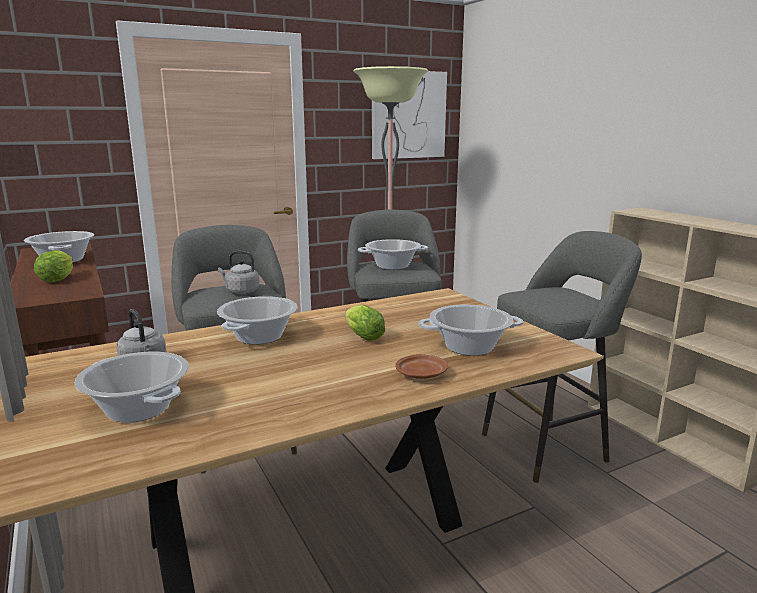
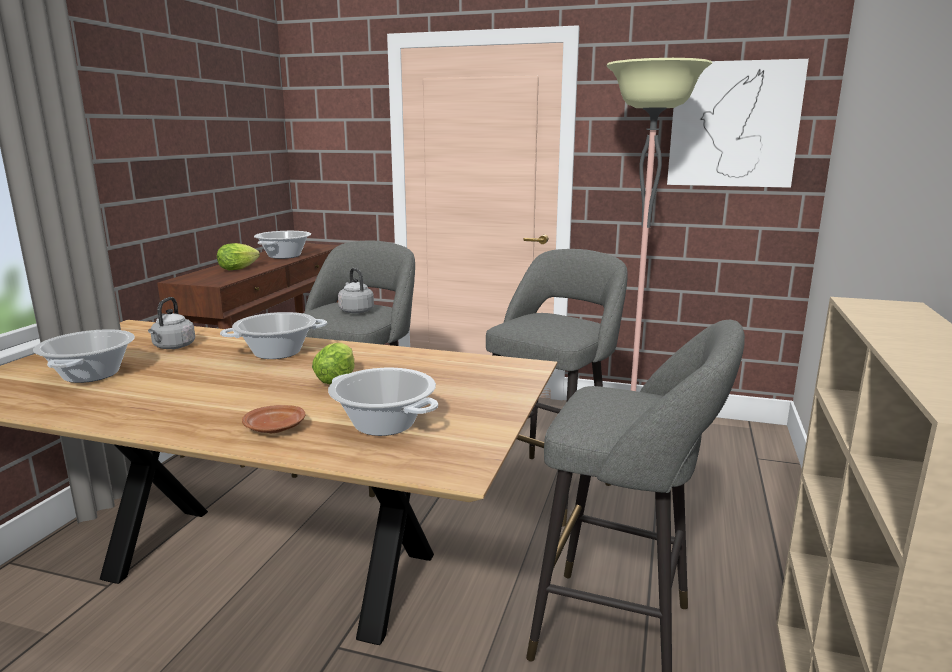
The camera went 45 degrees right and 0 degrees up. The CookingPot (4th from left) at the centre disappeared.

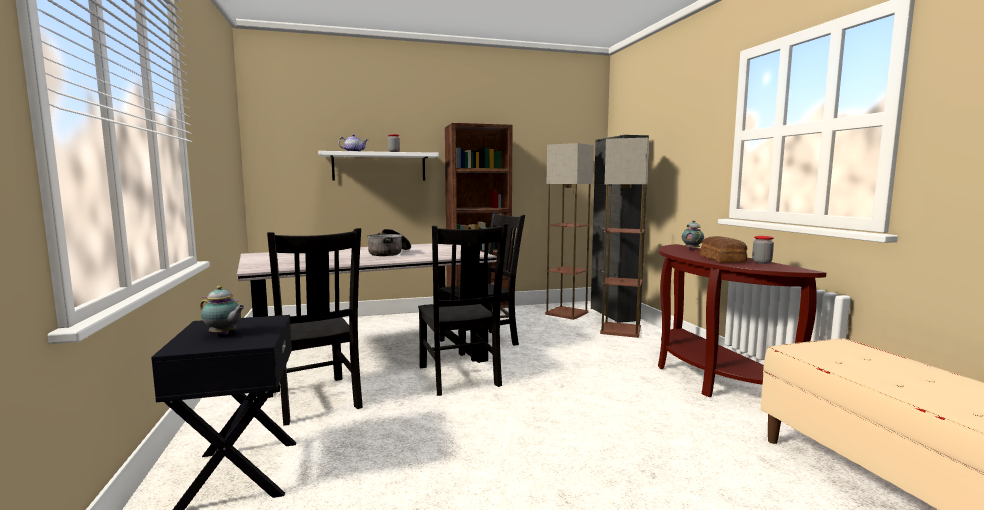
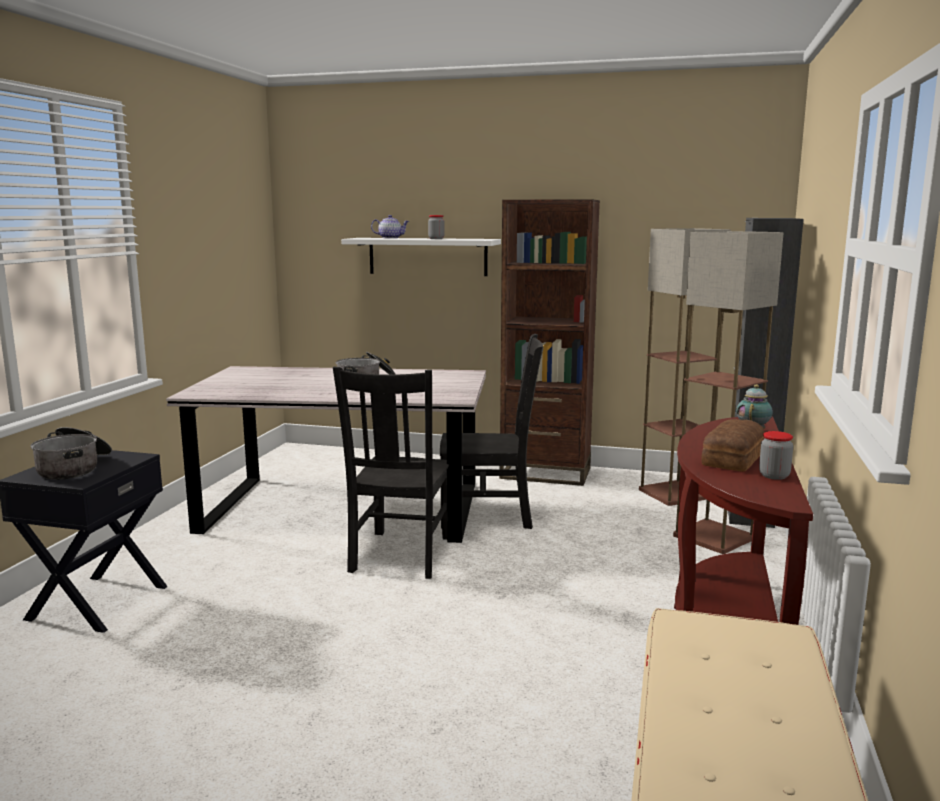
The camera went 30 degrees right and 5 degrees up. The TeaPot (1st from left) at the middle left was replaced by the CookingPot (1st from left) at the middle left. The BlackPlainChair (1st from left) at the middle left disappeared.

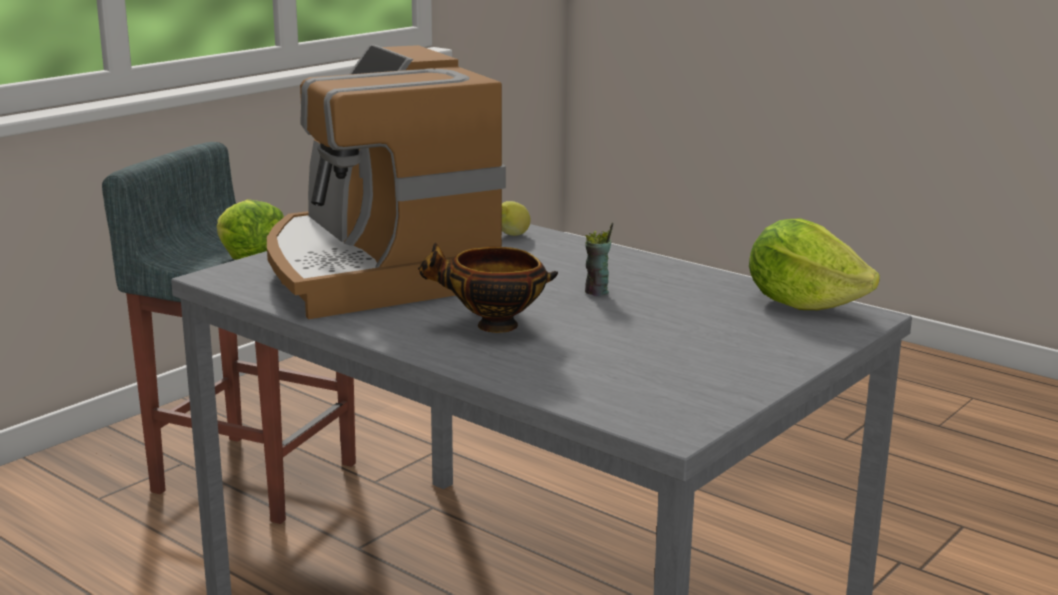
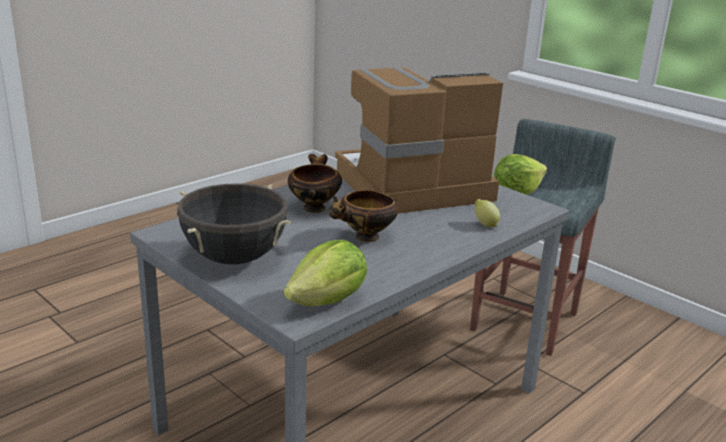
The camera went 95 degrees right and 5 degrees up. The Cup at the centre was replaced by the Bowl (2nd from left) at the centre. The BlackCookingPot at the middle left appeared.

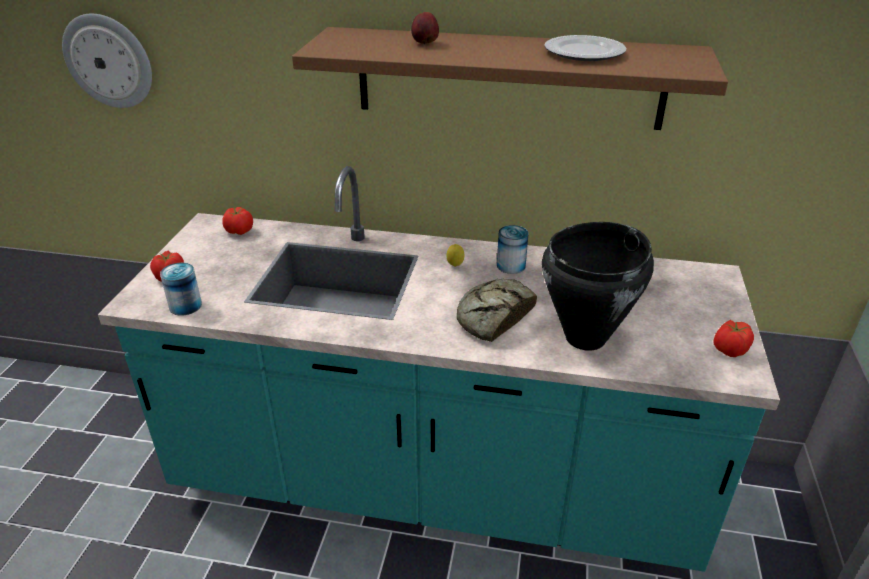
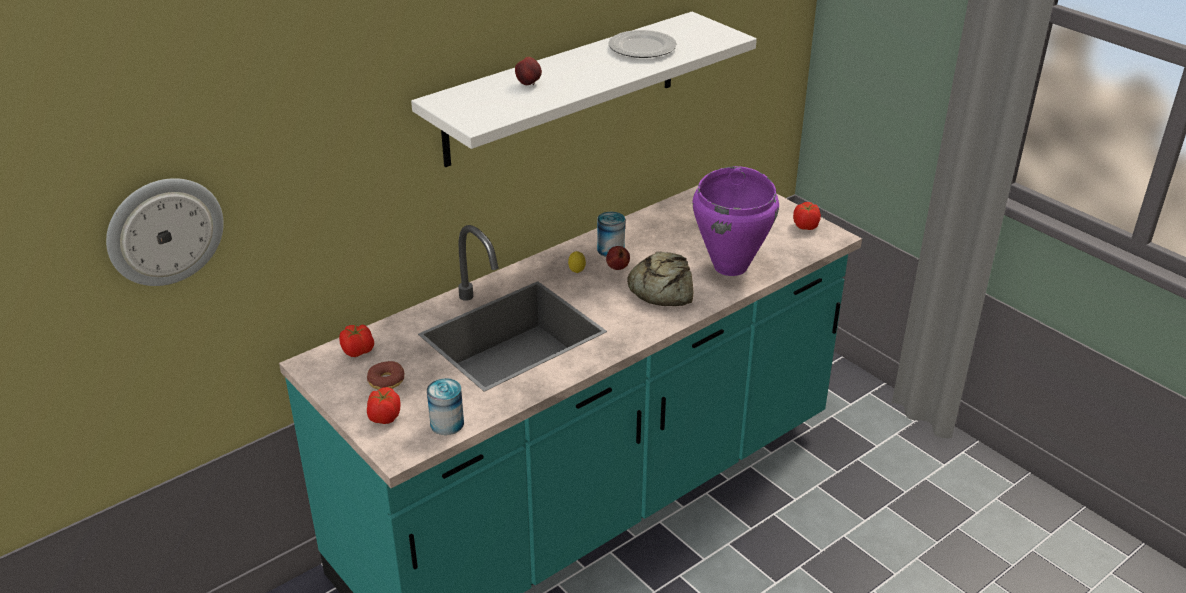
The camera went 50 degrees left and 0 degrees up. The BrownBracketShelf at the top centre became the WhiteColouredBracketShelf at the top centre. The BlackCookingPot at the middle right became the PurpleColouredCookingPot at the centre. The Doughnut at the middle left appeared. The WholeApple (2nd from left) at the centre appeared.

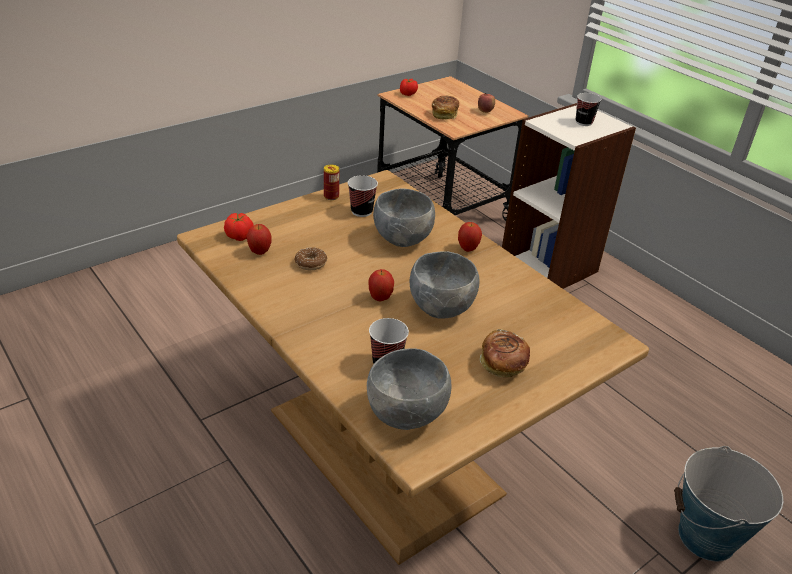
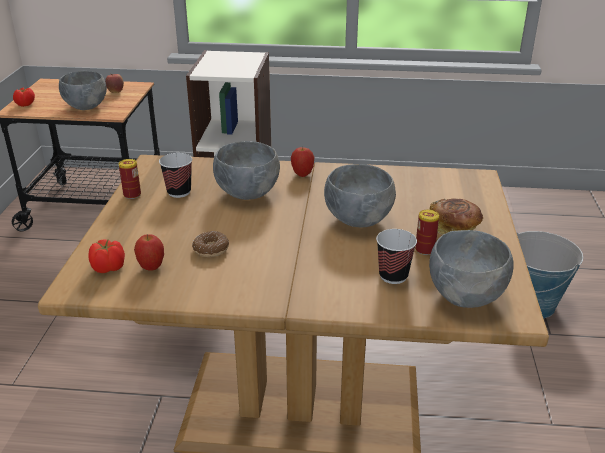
The camera went 45 degrees left and 5 degrees down. The WholeApple (2nd from left) at the centre disappeared. The BakedBread (1st from left) at the top centre was replaced by the GreyBowl (1st from left) at the top left. The Cup (3rd from left) at the top right disappeared. The MetalCan (2nd from left) at the middle right appeared.

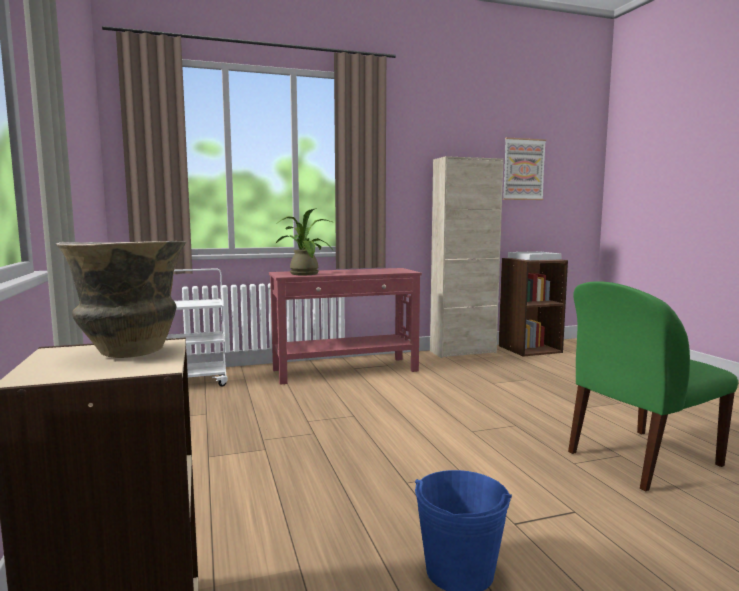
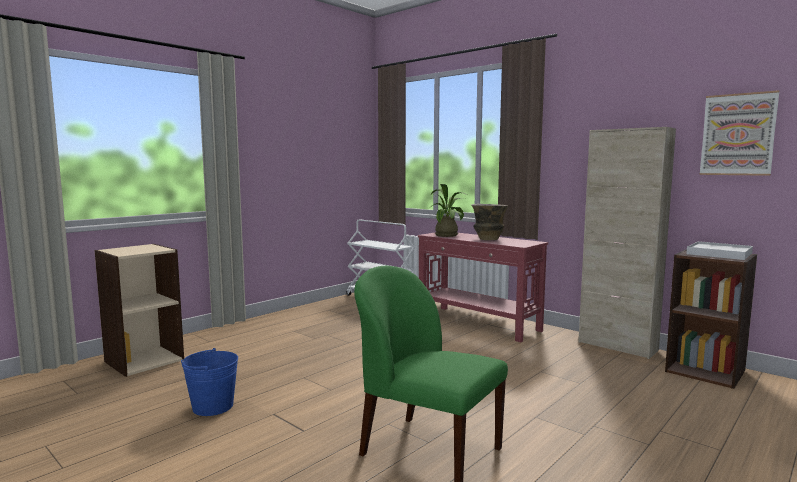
The camera went 60 degrees right and 0 degrees up. The DecorativeVase moved from the middle left to the centre.

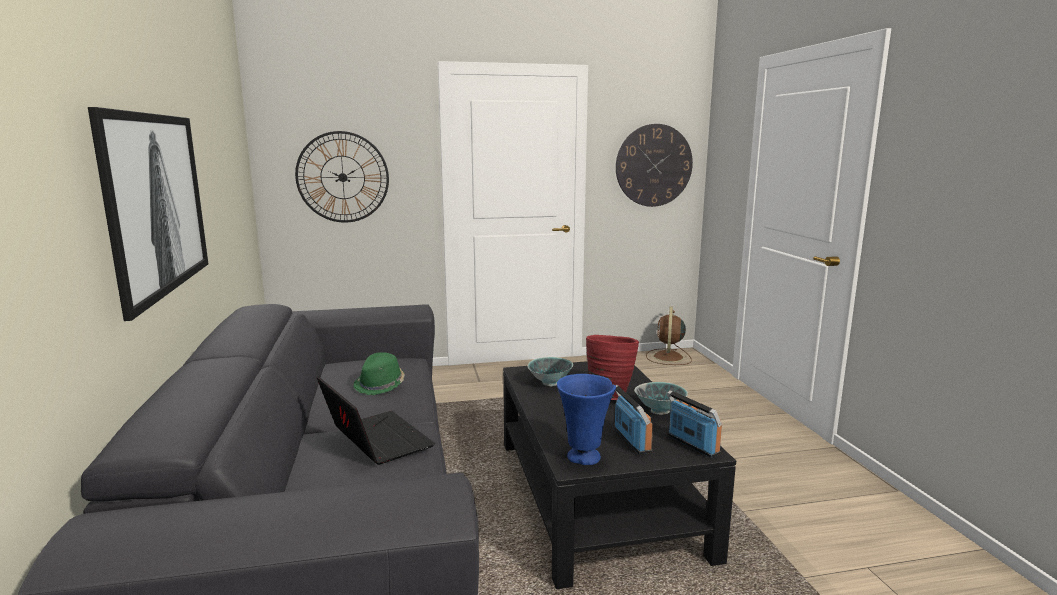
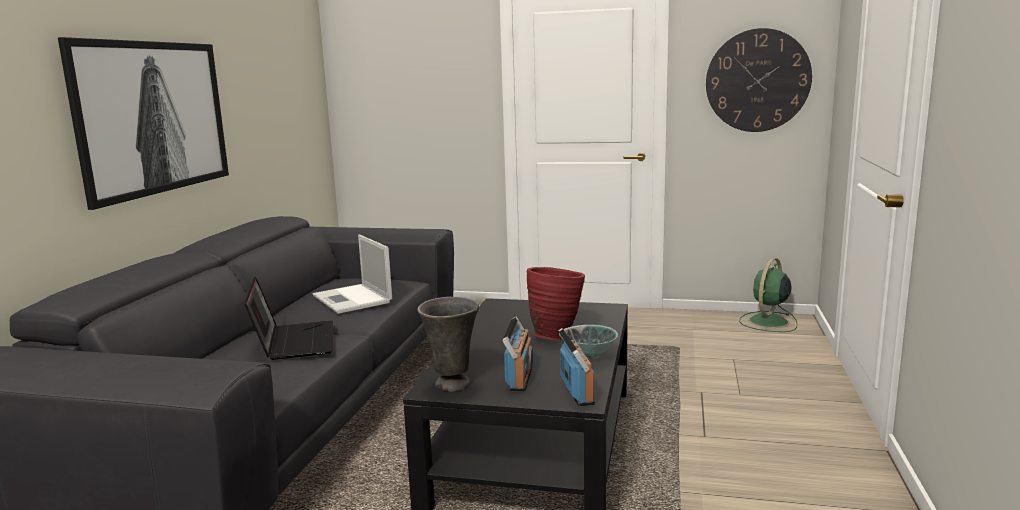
The camera went 25 degrees right and 0 degrees up. The HangingClock (1st from left) at the top left disappeared. The GreenColouredHat at the centre was replaced by the Laptop (2nd from left) at the centre. The Bowl (1st from left) at the centre disappeared. The BlueColouredDecorativeVase at the bottom centre became the GreyDecorativeVase at the bottom centre. The BrownCoolingFan at the centre became the GreenColouredCoolingFan at the middle right.

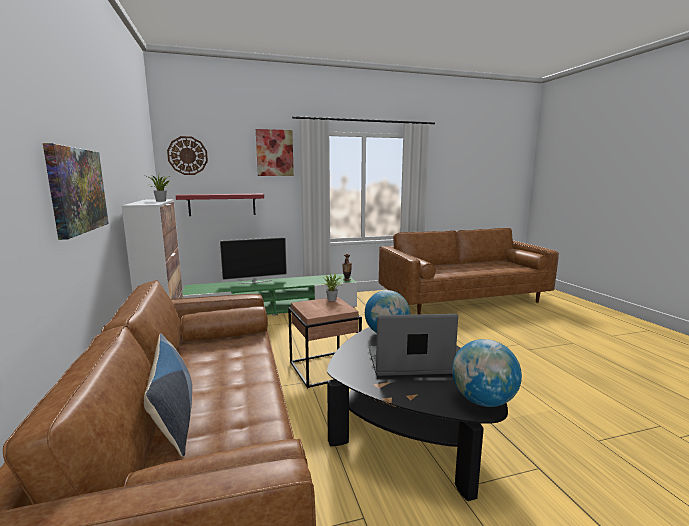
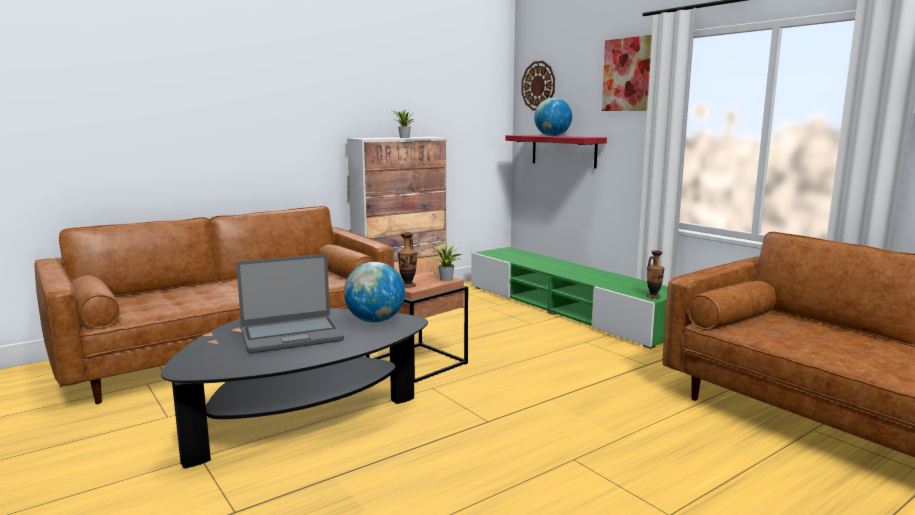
The camera went 70 degrees right and 0 degrees up. The WallPicture (1st from left) at the middle left disappeared. The Pillow at the bottom left disappeared. The TvSet at the centre disappeared. The Laptop at the centre turned 90 degrees clockwise. The WorldGlobe (2nd from left) moved from the bottom right to the top centre. The DecorativeVase (1st from left) at the centre appeared.

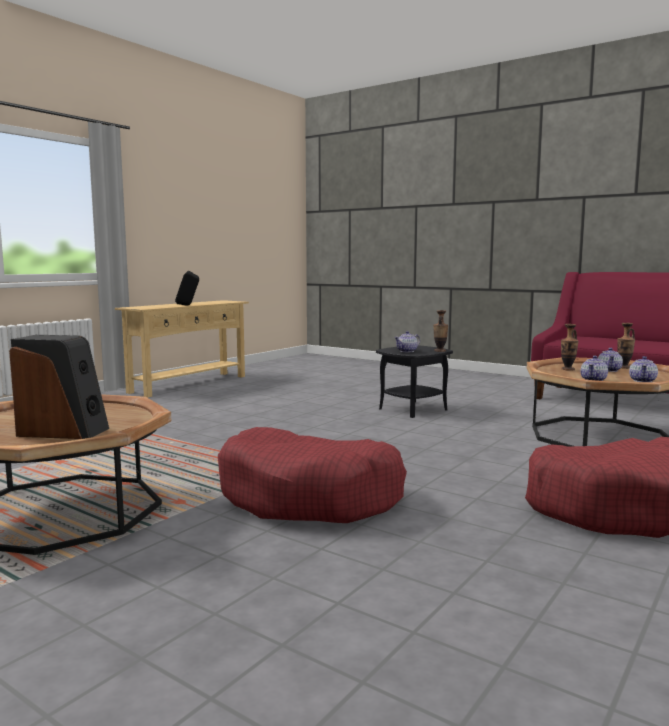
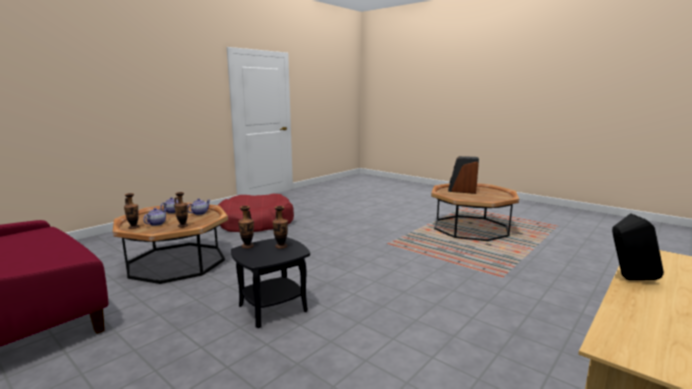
The camera went 175 degrees left and 5 degrees up. The RedDogBed (1st from left) at the centre disappeared. The TeaPot (1st from left) at the centre was replaced by the DecorativeVase (4th from left) at the centre.

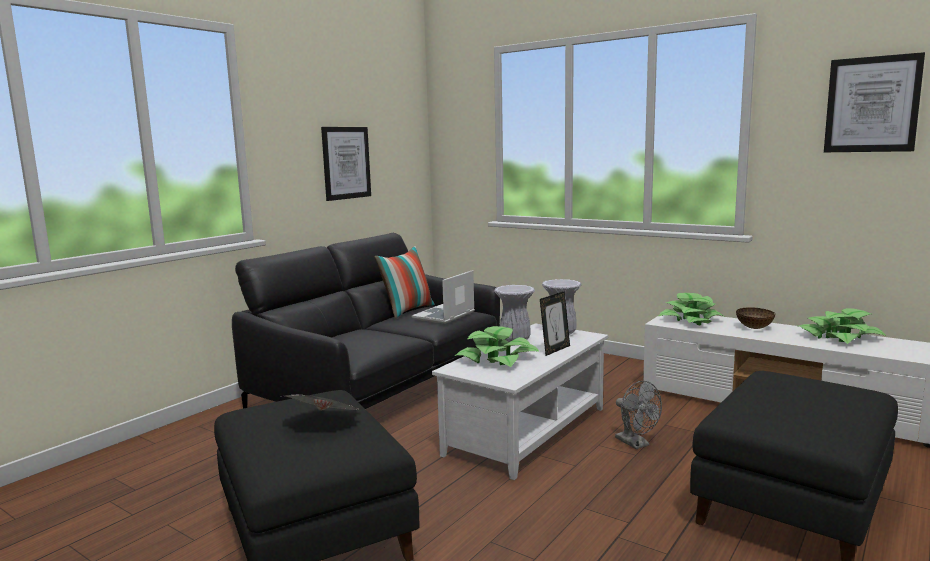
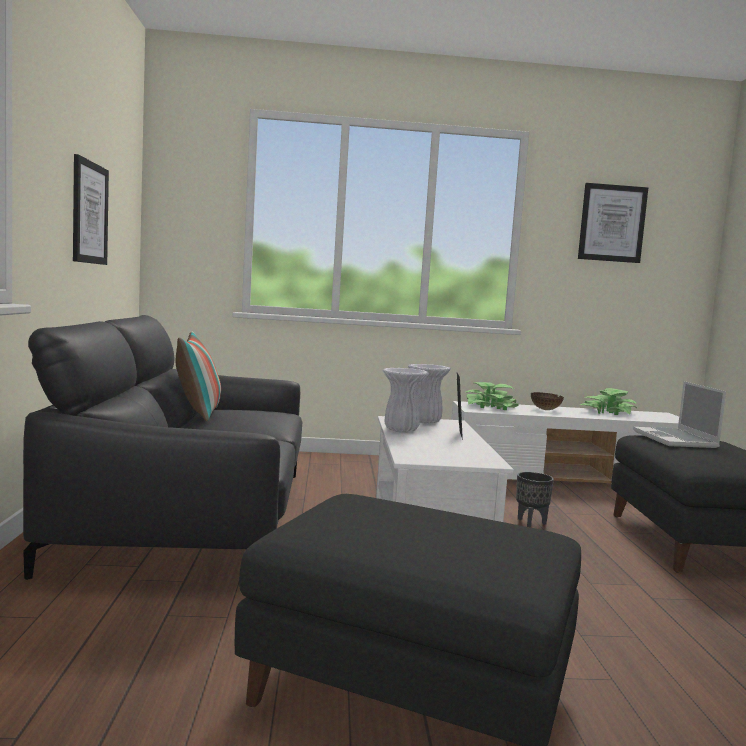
The camera went 40 degrees left and 5 degrees down. The Newspaper at the bottom centre disappeared. The Laptop moved from the centre to the middle right. The PottedPlant (1st from left) at the centre disappeared. The GreyCoolingFan at the bottom right was replaced by the BlackPlanter at the bottom right.

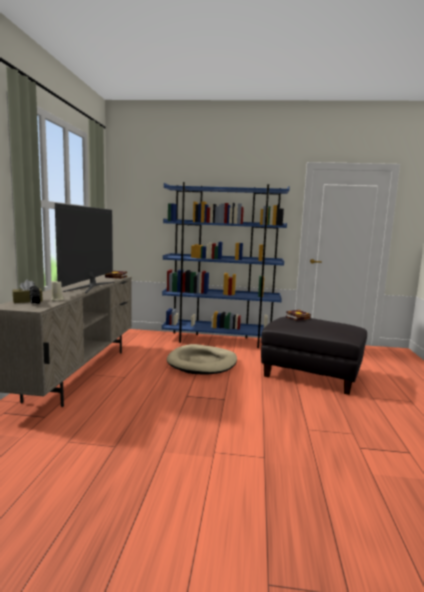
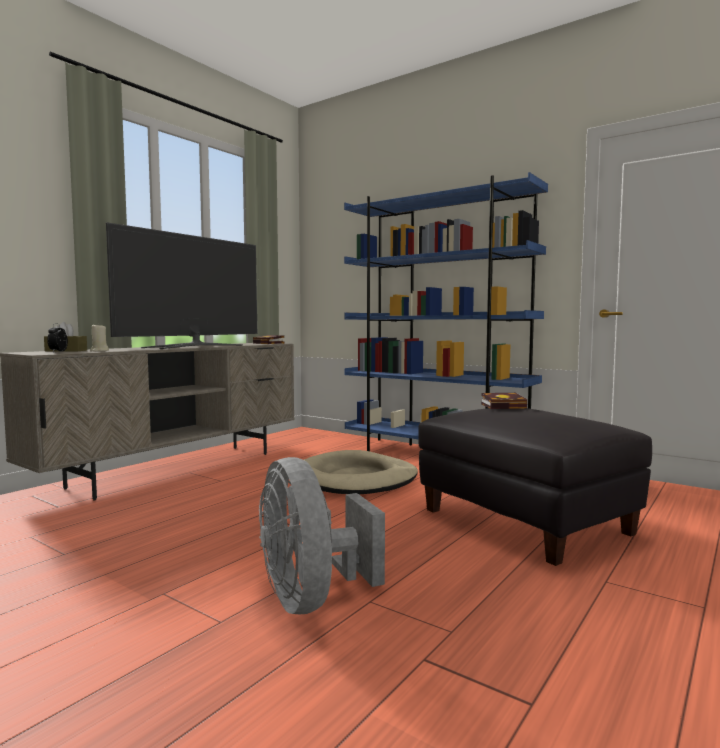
The camera went 30 degrees right and 5 degrees down. The GreyCoolingFan at the bottom centre appeared.

